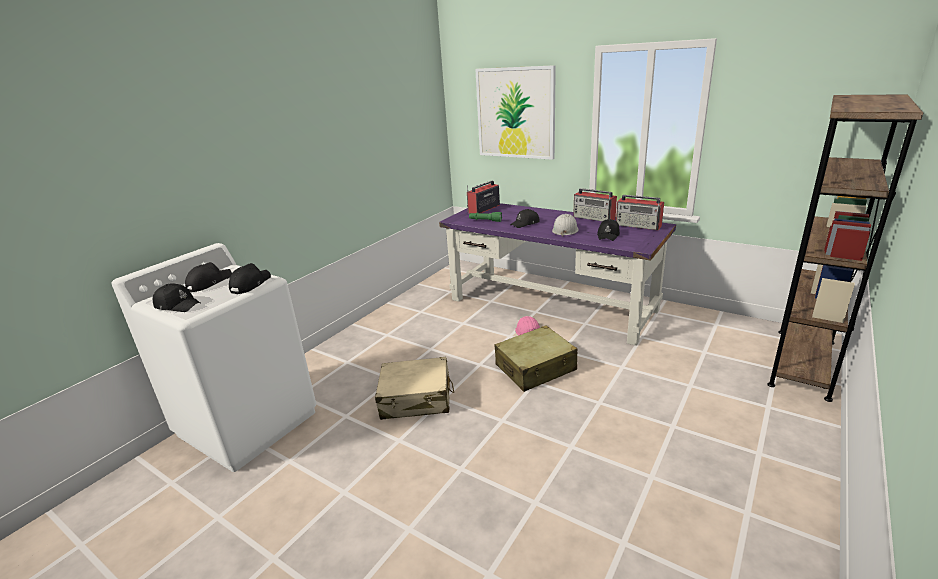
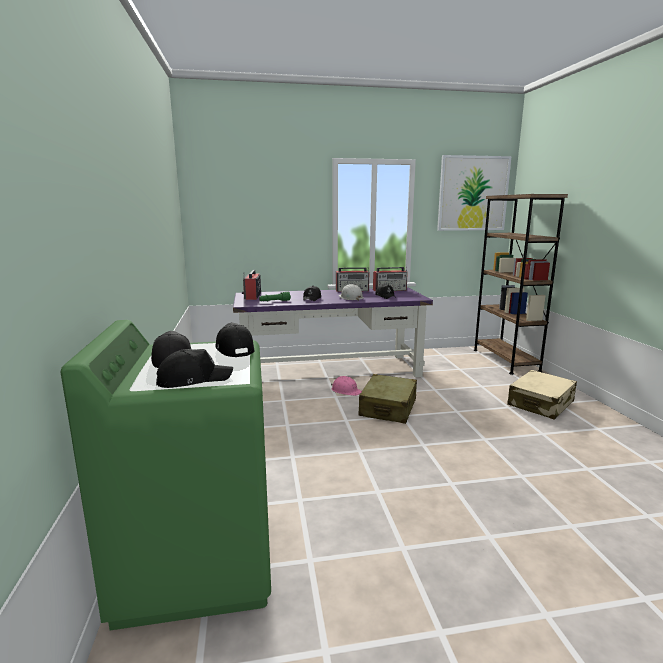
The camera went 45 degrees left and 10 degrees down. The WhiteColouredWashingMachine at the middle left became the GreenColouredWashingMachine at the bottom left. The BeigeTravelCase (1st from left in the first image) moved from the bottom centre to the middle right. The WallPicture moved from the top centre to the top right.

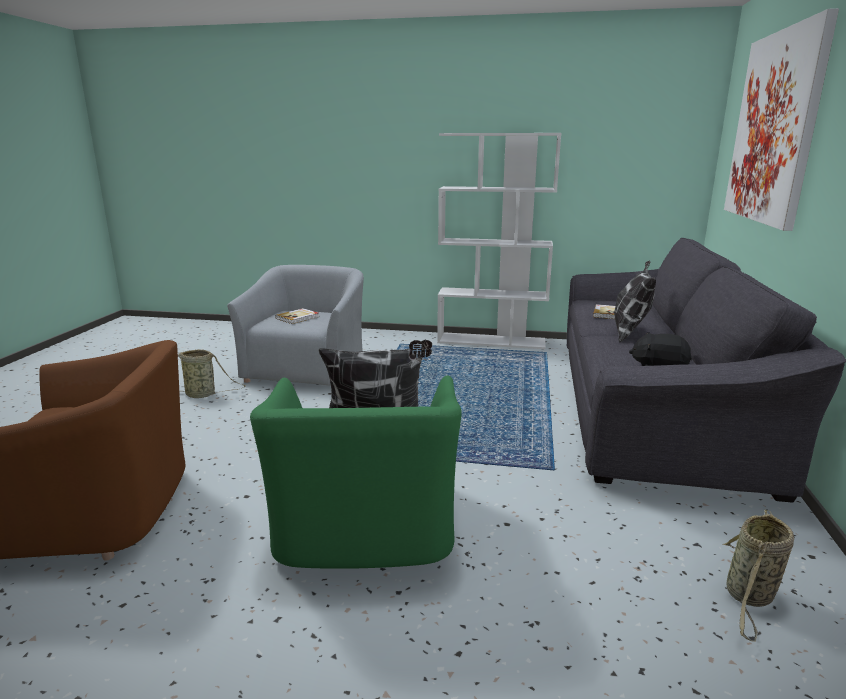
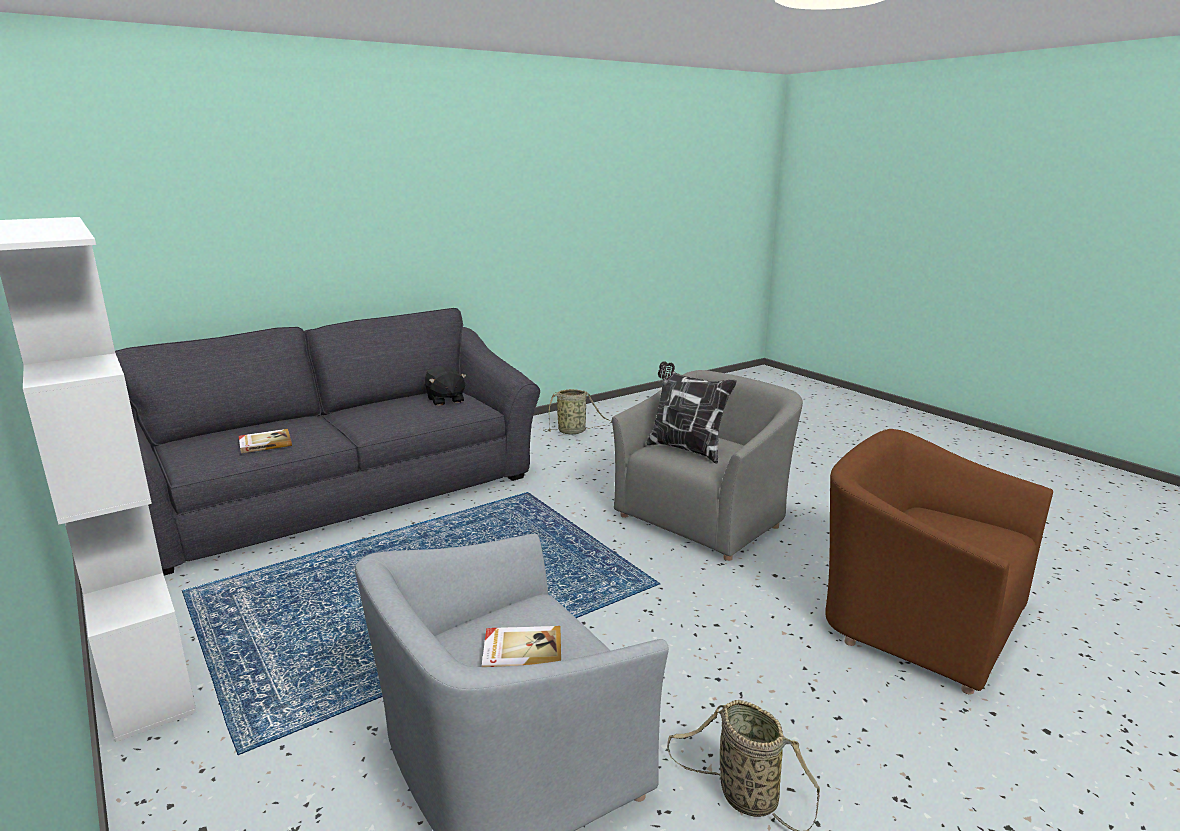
The camera went 135 degrees left and 0 degrees up. The GreenColouredLoungeChair at the bottom centre became the GreyLoungeChair (2nd from left) at the centre. The Pillow (2nd from left) at the middle right disappeared. The WallPicture at the top right disappeared.

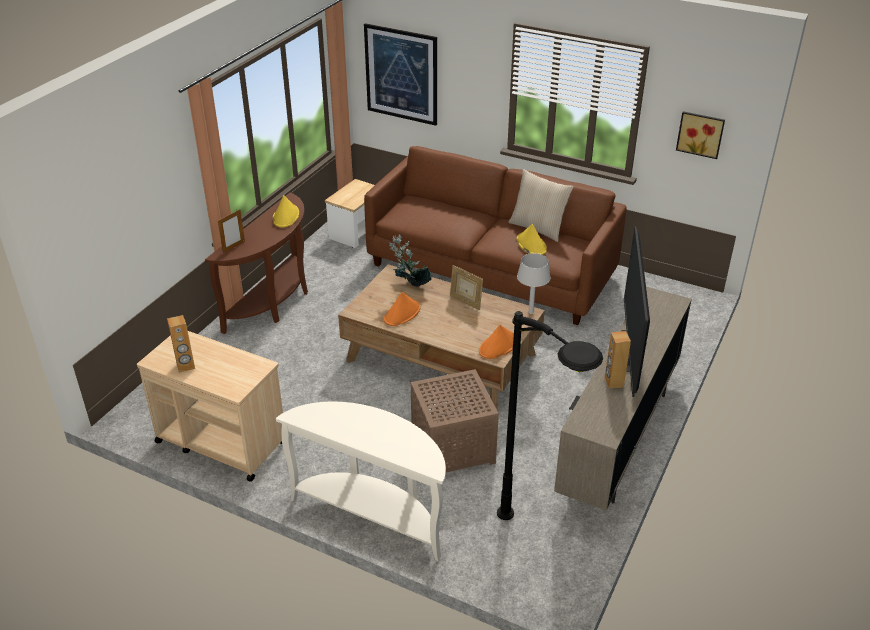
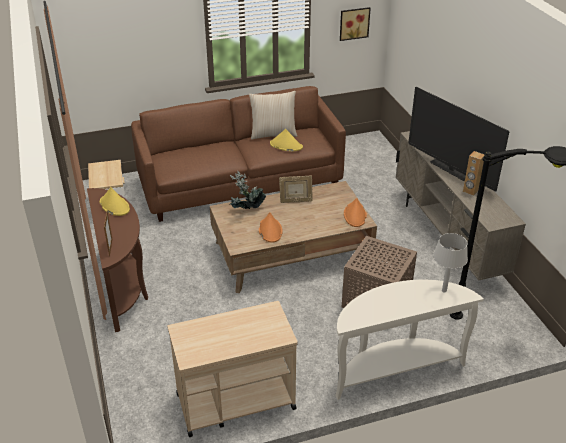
The camera went 45 degrees left and 0 degrees up. The BrownLoudspeaker (1st from left) at the middle left disappeared. The WallPicture (1st from left) at the top centre disappeared. The GreyLampForATable moved from the centre to the middle right.

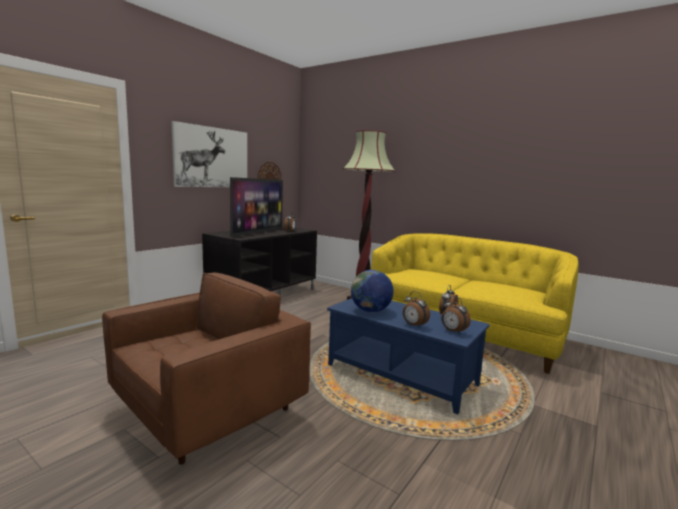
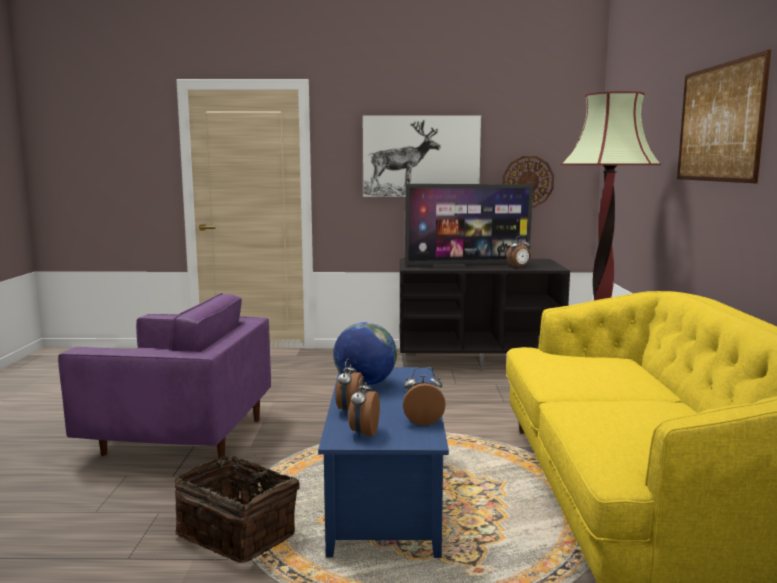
The camera went 55 degrees right and 0 degrees up. The BrownLoungeChair at the bottom left became the PurpleColouredLoungeChair at the middle left. The HouseholdBasket at the bottom left appeared. The WallPicture (2nd from left) at the top right appeared.

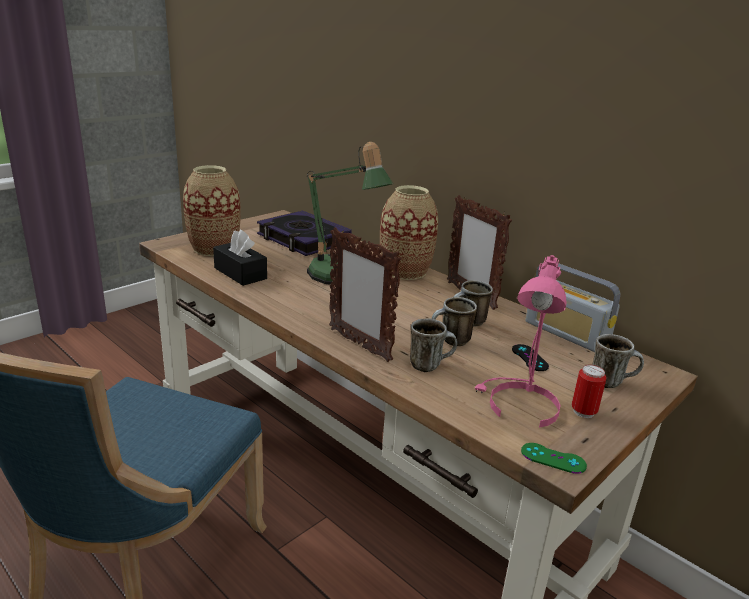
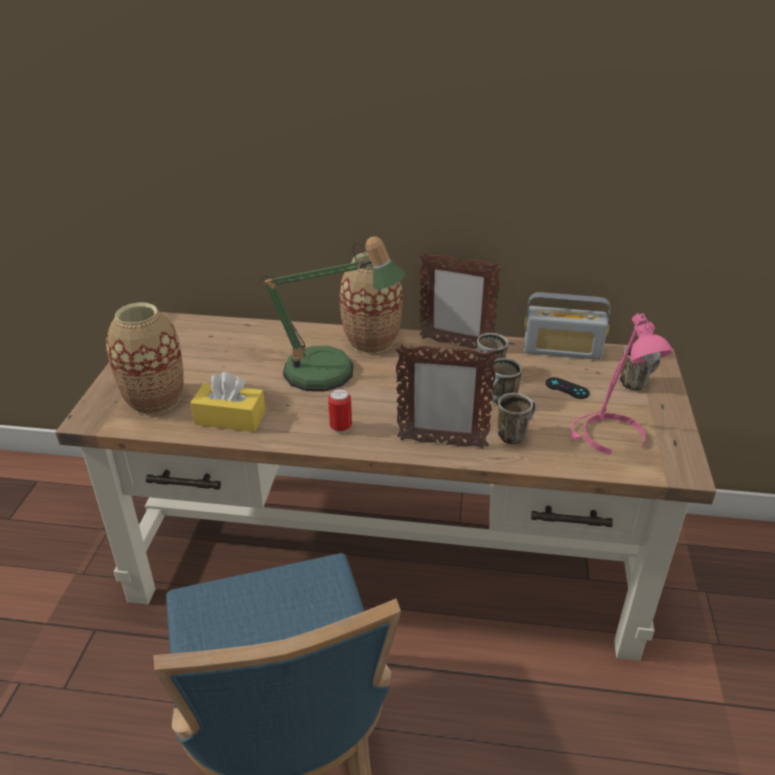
The camera went 35 degrees left and 10 degrees up. The BlackBoxOfTissues at the middle left became the YellowishBoxOfTissues at the middle left. The BoundBook at the centre disappeared. The GreenColouredJoypad at the bottom right disappeared. The MetalCan moved from the middle right to the centre.

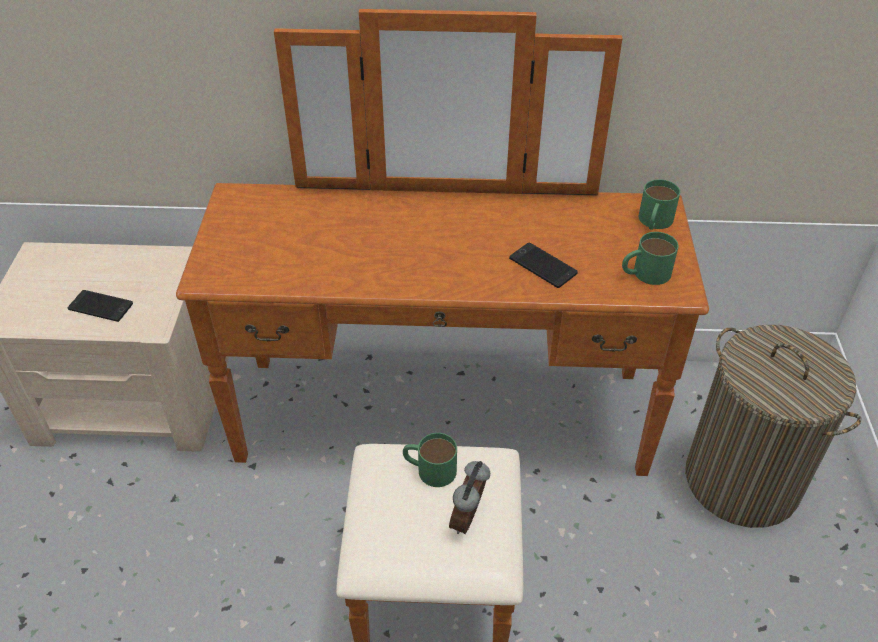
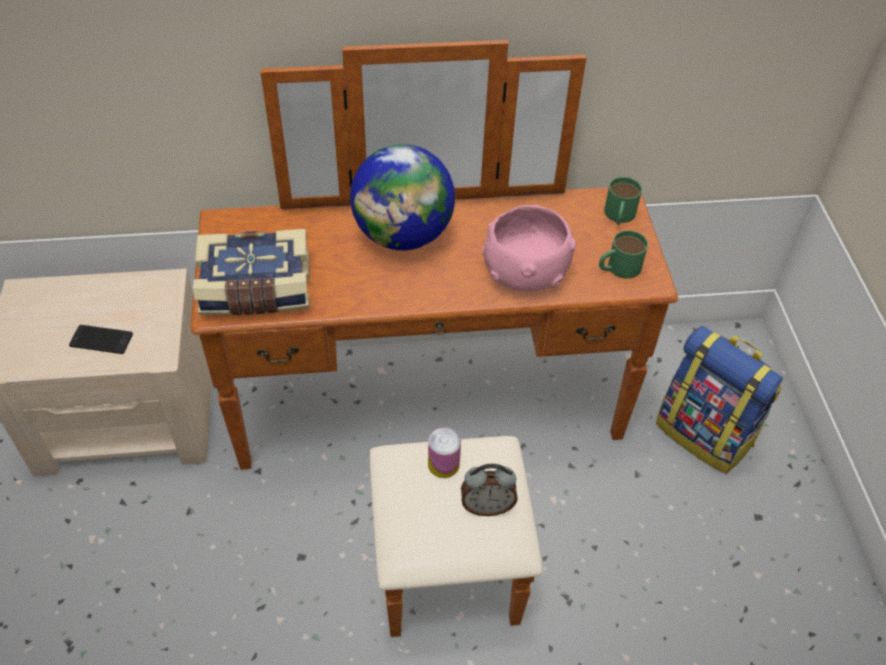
The camera went 10 degrees left and 5 degrees up. The GreenColouredCoffeeMug (1st from left) at the bottom centre was replaced by the MetalCan at the bottom centre. The BedsideClock at the bottom centre turned 105 degrees counterclockwise. The Phone (2nd from left) at the centre was replaced by the PinkishBowl at the centre. The Hamper at the middle right was replaced by the Knapsack at the middle right. The BoundBook at the middle left appeared. The WorldGlobe at the top centre appeared.

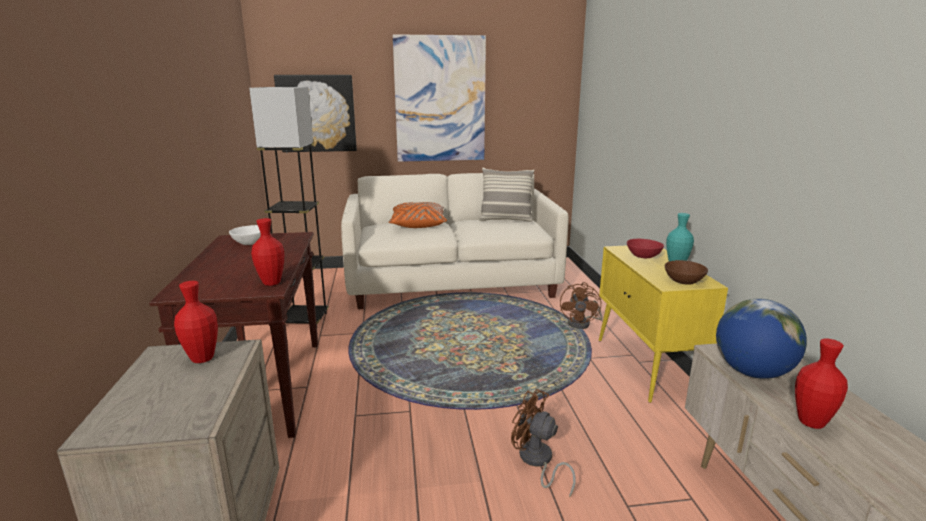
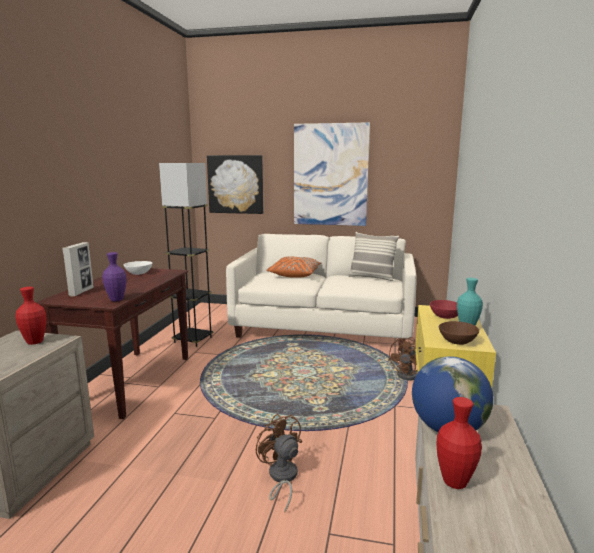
The camera went 20 degrees right and 5 degrees down. The RedDecorativeVase (2nd from left) at the middle left became the PurpleColouredDecorativeVase at the middle left. The PictureFrame at the middle left appeared.

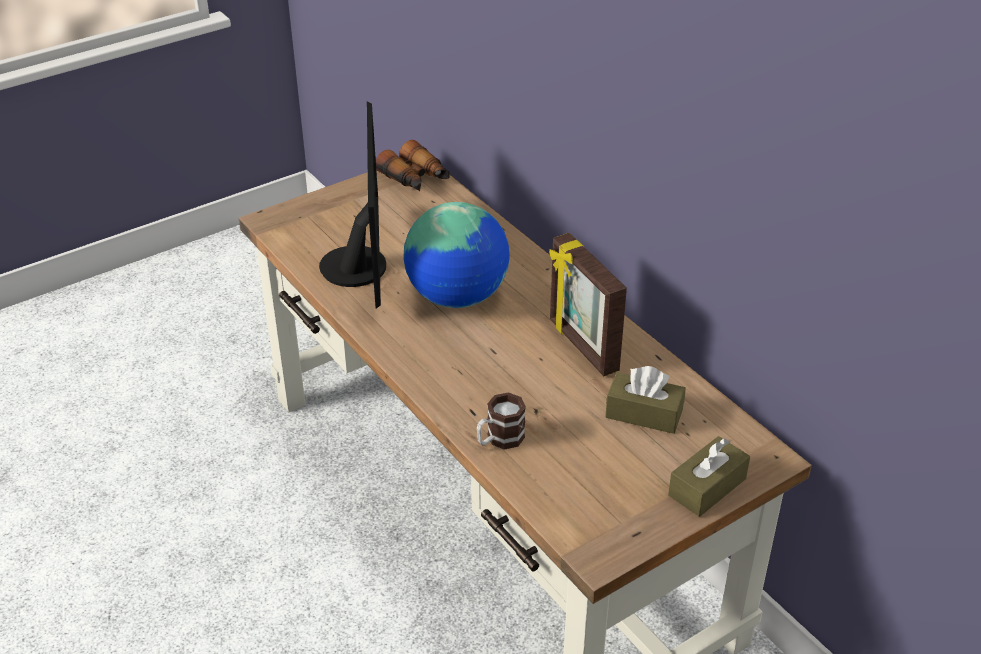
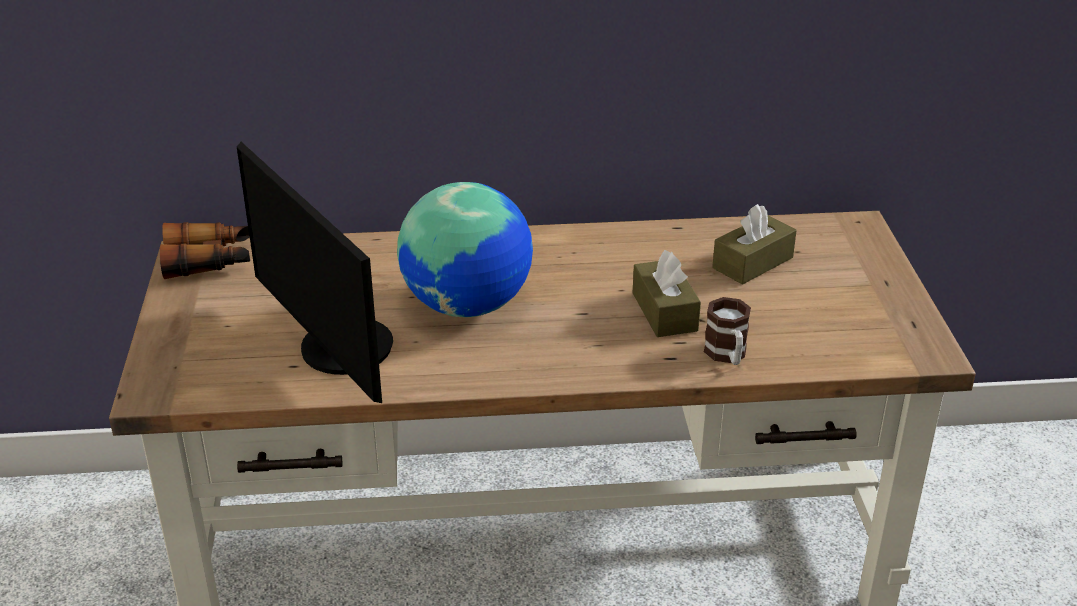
The camera went 60 degrees left and 5 degrees down. The Monitor at the top centre turned 150 degrees counterclockwise. The PictureFrame at the centre disappeared. The BrownBoxOfTissues (2nd from left in the first image) moved from the bottom right to the centre.

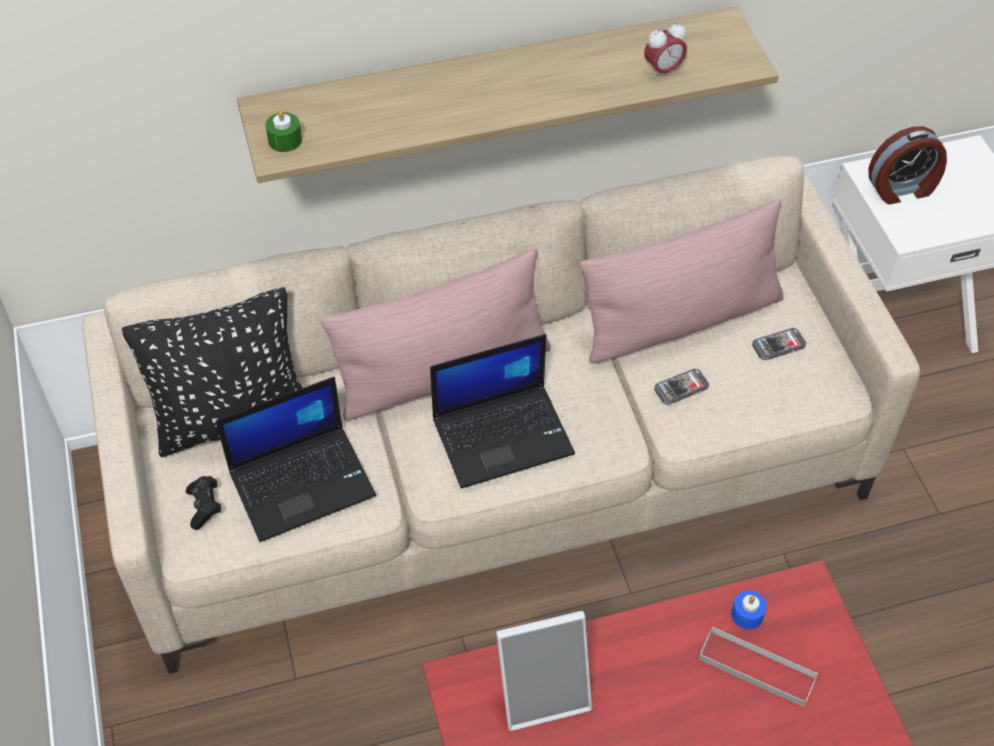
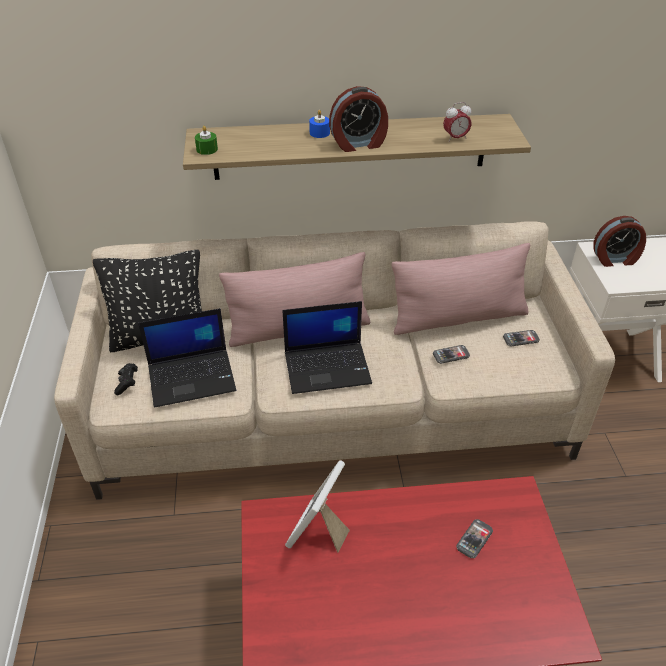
The camera went 10 degrees right and 10 degrees down. The PictureFrame at the bottom centre turned 120 degrees clockwise. The GreyTray at the bottom right was replaced by the Phone (2nd from left) at the bottom right. The BlueColouredCandle moved from the bottom right to the top centre. The BedsideClock (1st from left) at the top centre appeared.

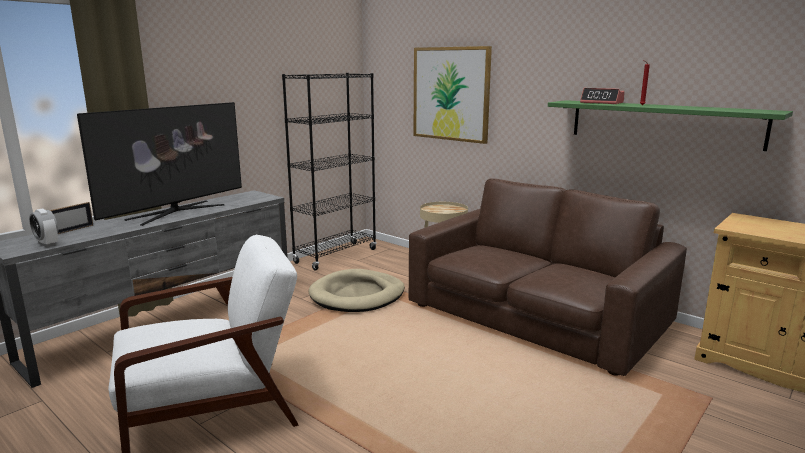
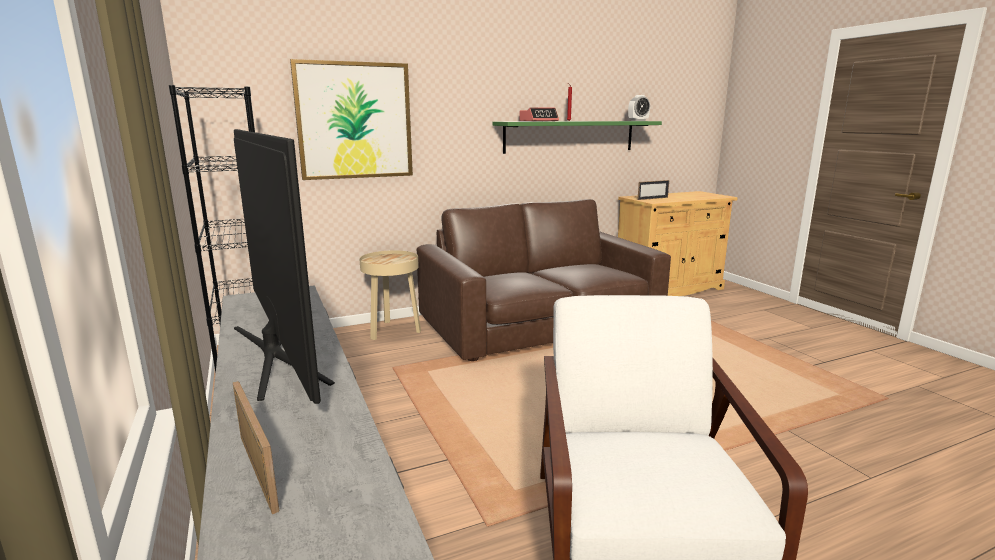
The camera went 65 degrees left and 0 degrees up. The BedsideClock (1st from left in the first image) moved from the middle left to the top centre. The BeigeDogBed at the centre disappeared. The PictureFrame (2nd from left) at the centre appeared.

